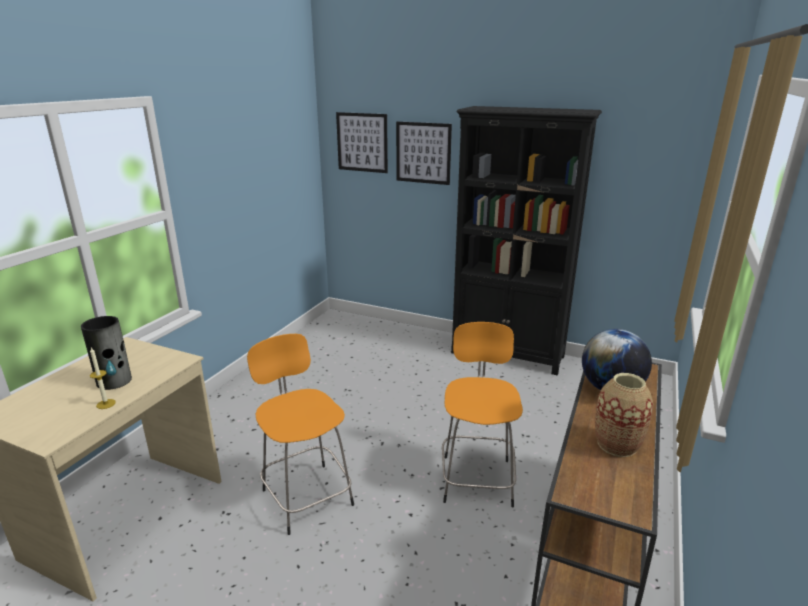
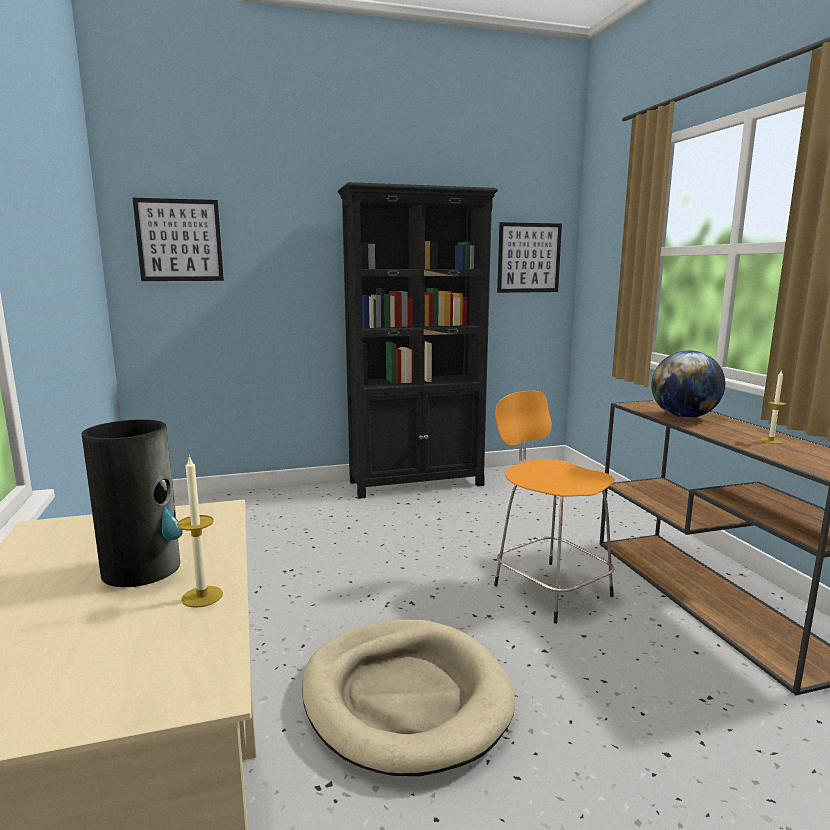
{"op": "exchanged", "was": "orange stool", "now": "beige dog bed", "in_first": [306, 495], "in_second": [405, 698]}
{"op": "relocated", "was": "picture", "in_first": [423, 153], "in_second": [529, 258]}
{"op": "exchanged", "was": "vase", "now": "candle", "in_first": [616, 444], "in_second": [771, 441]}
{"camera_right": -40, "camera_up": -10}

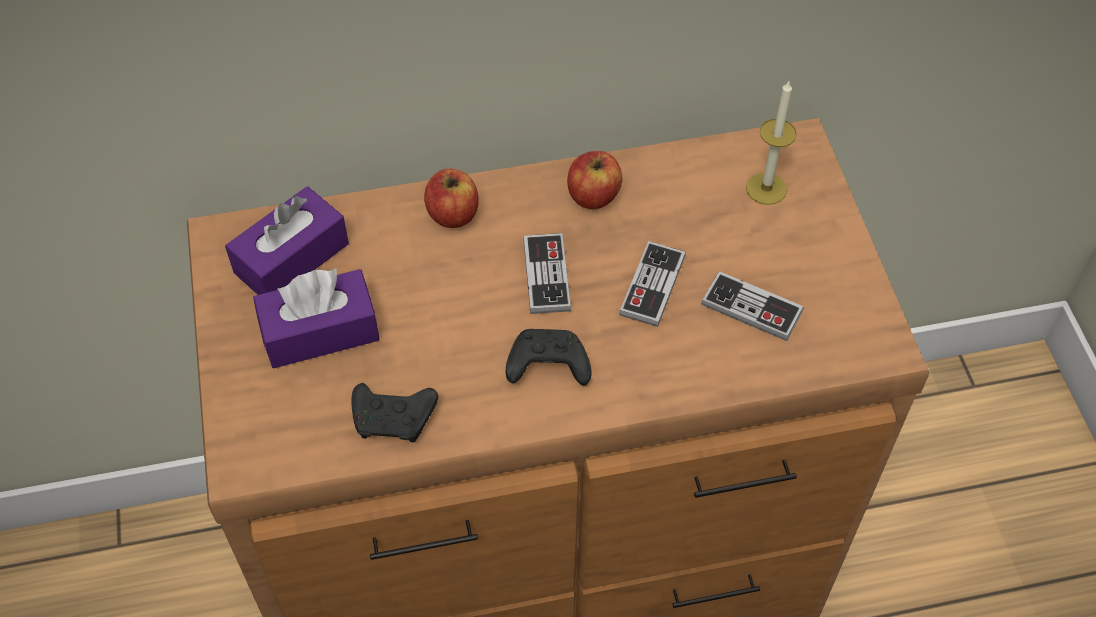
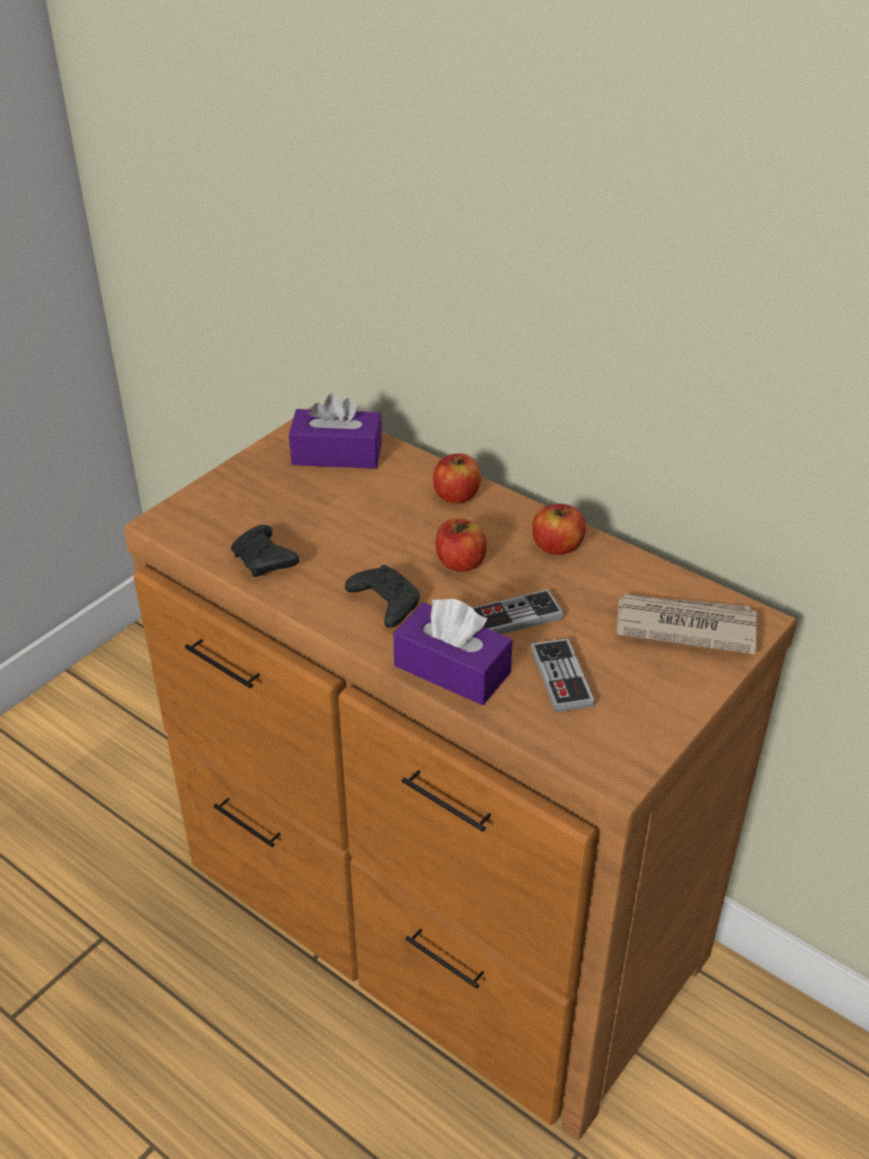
{"op": "relocated", "was": "purple tissue box", "in_first": [320, 331], "in_second": [452, 669]}
{"op": "exchanged", "was": "game controller", "now": "apple", "in_first": [546, 275], "in_second": [460, 562]}
{"op": "exchanged", "was": "candle", "now": "newspaper", "in_first": [766, 188], "in_second": [684, 626]}
{"camera_right": 50, "camera_up": -15}

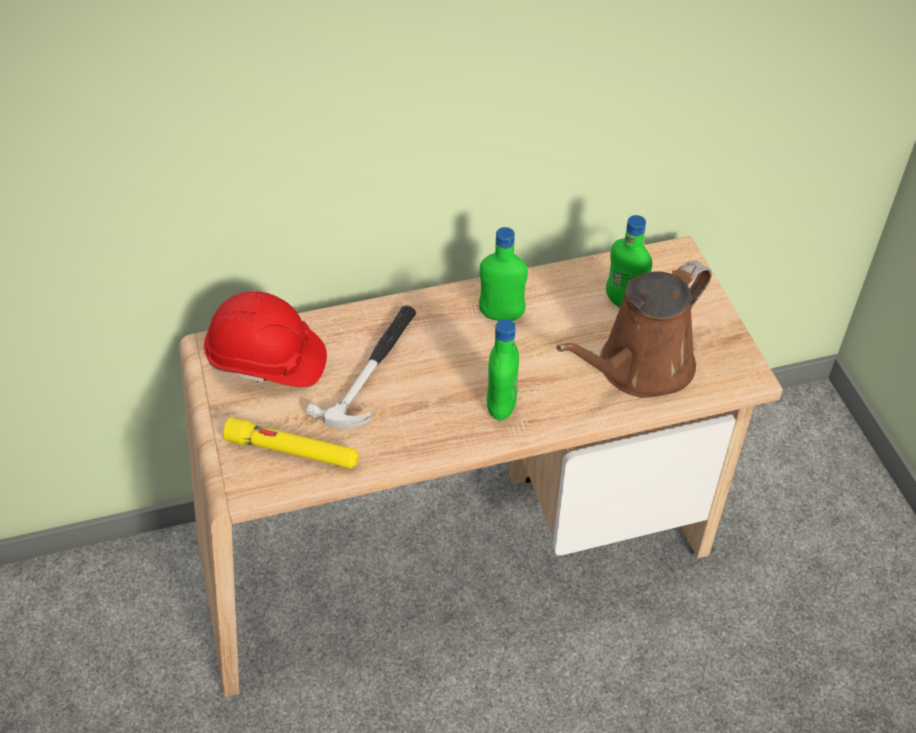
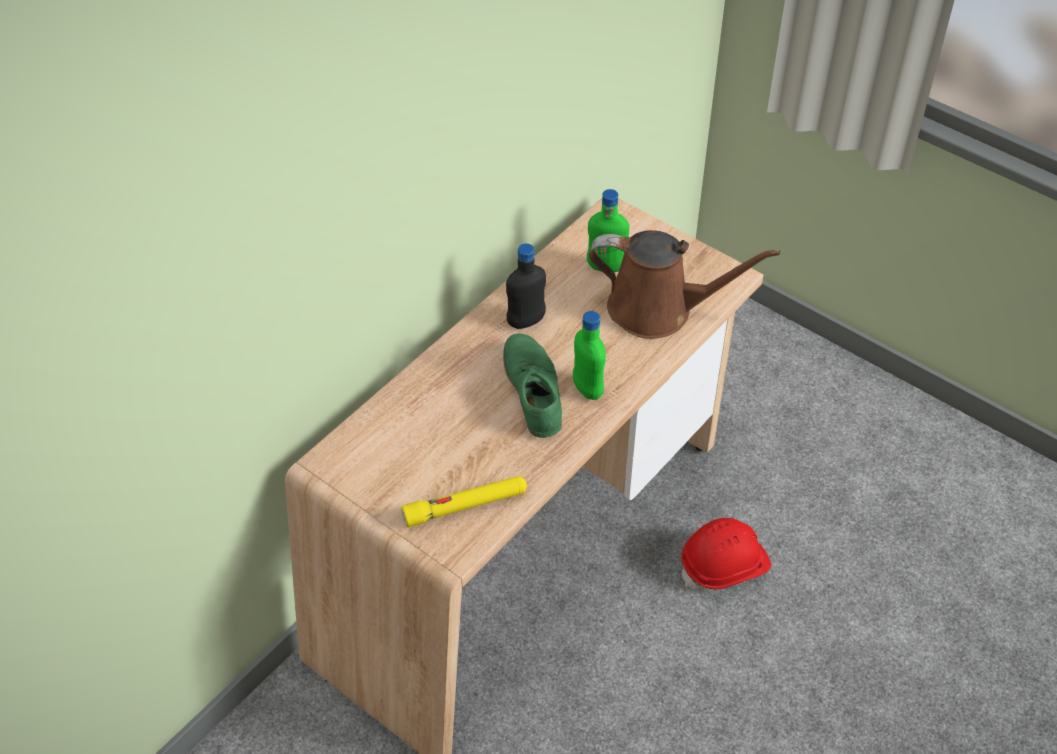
{"op": "relocated", "was": "red hard hat", "in_first": [267, 361], "in_second": [724, 566]}
{"op": "missing", "was": "hammer", "in_first": [373, 369]}
{"op": "colour", "was": "green bottle", "now": "black bottle", "in_first": [501, 315], "in_second": [526, 322]}
{"op": "spun", "was": "brown watering can", "in_first": [639, 369], "in_second": [658, 310], "clockwise": -90}
{"op": "appeared", "now": "green shoe", "in_second": [533, 391]}
{"camera_right": -35, "camera_up": 0}

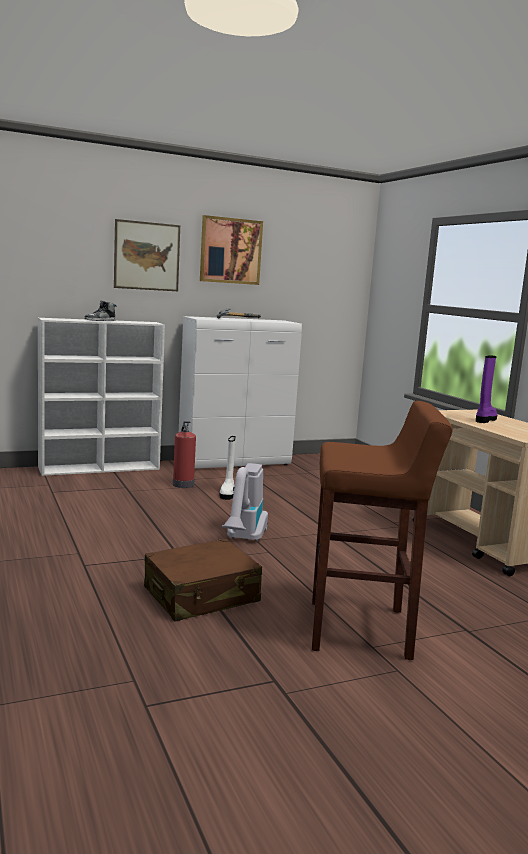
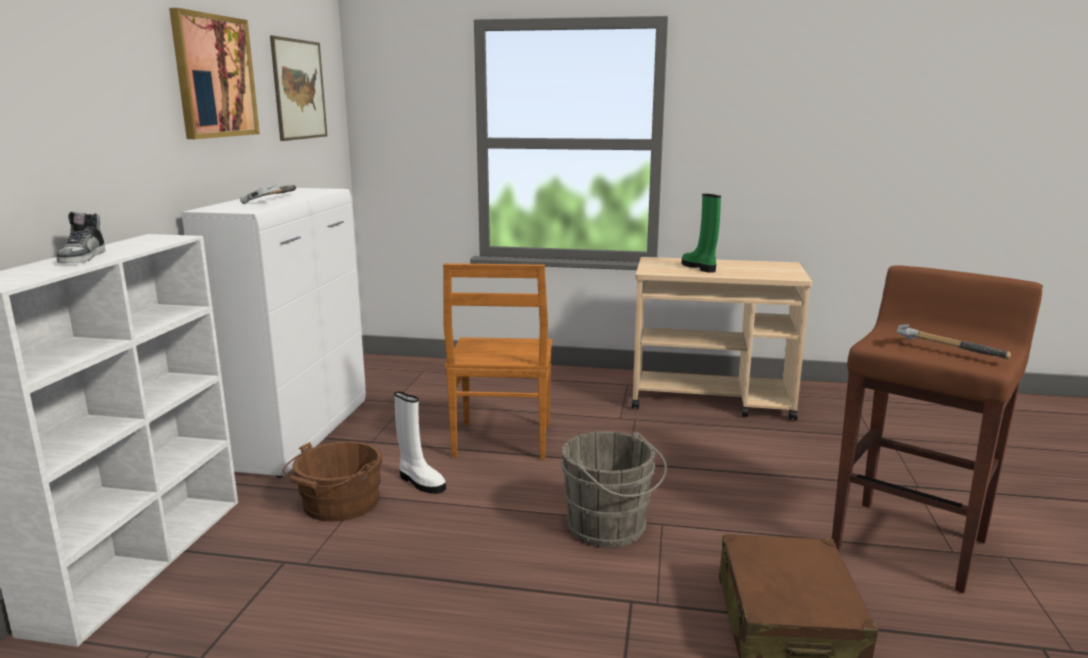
{"op": "relocated", "was": "picture", "in_first": [147, 256], "in_second": [299, 89]}
{"op": "exchanged", "was": "fire extinguisher", "now": "brown bucket", "in_first": [183, 484], "in_second": [338, 504]}
{"op": "exchanged", "was": "vacuum cleaner", "now": "grey bucket", "in_first": [244, 540], "in_second": [610, 528]}
{"op": "colour", "was": "purple boot", "now": "green boot", "in_first": [485, 420], "in_second": [699, 267]}
{"op": "appeared", "now": "brown chair", "in_second": [502, 442]}
{"op": "appeared", "now": "hammer", "in_second": [945, 351]}
{"camera_right": -55, "camera_up": 5}

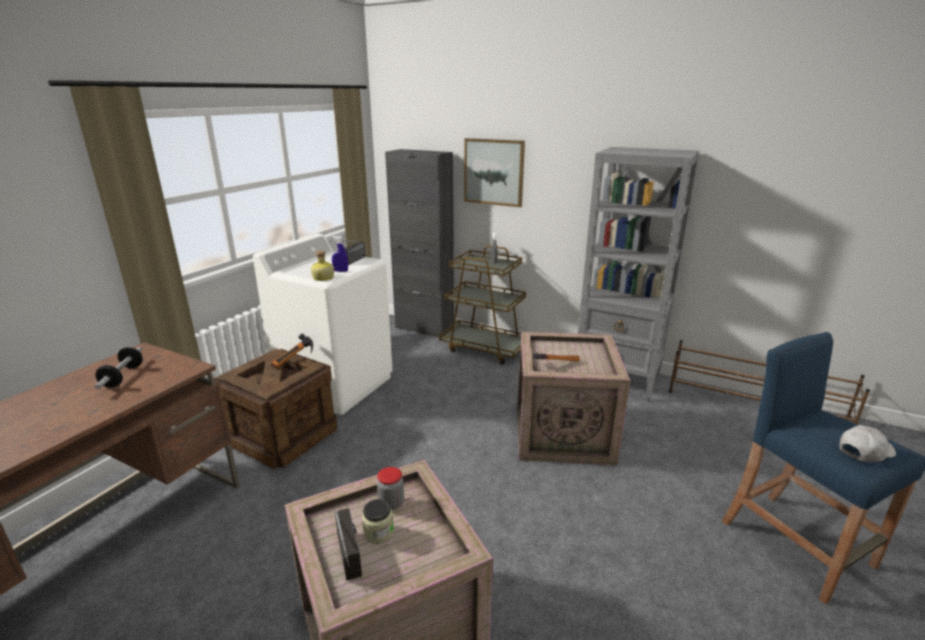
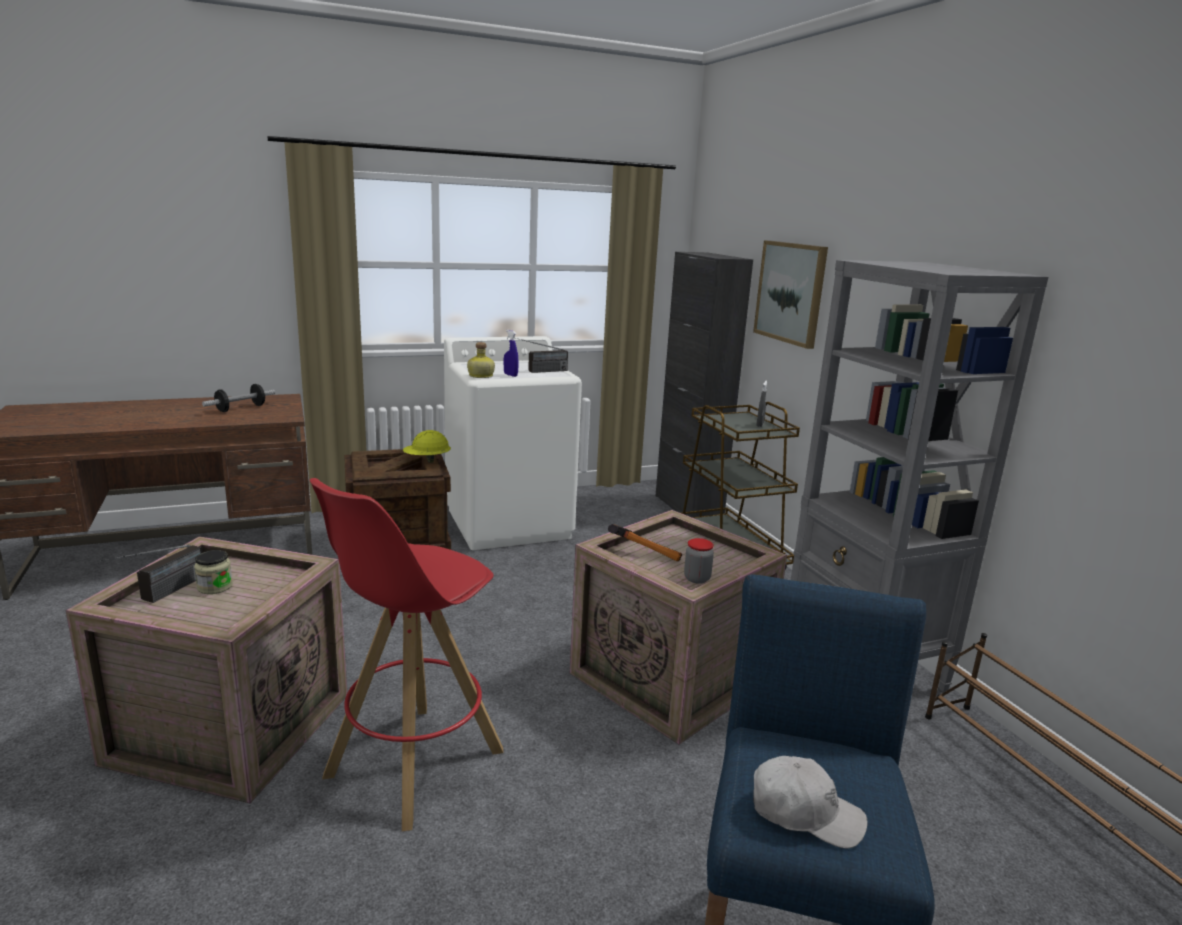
{"op": "exchanged", "was": "hammer", "now": "yellow hard hat", "in_first": [295, 360], "in_second": [427, 461]}
{"op": "relocated", "was": "jar", "in_first": [391, 503], "in_second": [697, 578]}
{"op": "appeared", "now": "red stool", "in_second": [413, 764]}
{"camera_right": 40, "camera_up": -5}

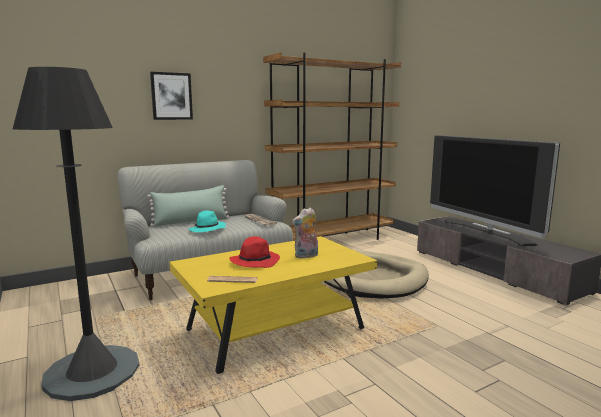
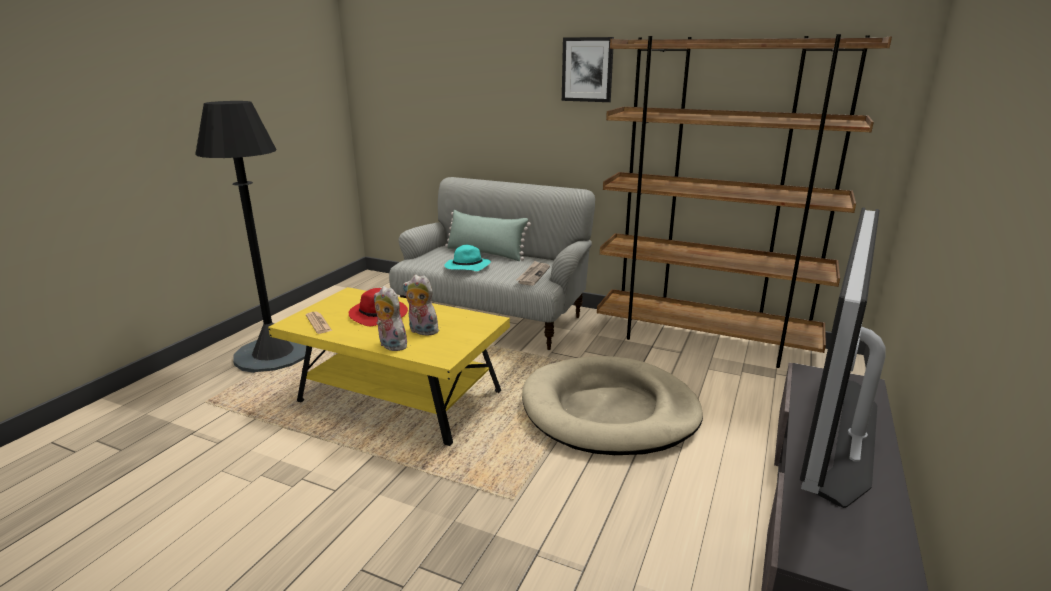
{"op": "relocated", "was": "picture", "in_first": [171, 96], "in_second": [587, 69]}
{"op": "appeared", "now": "plush toy", "in_second": [390, 345]}
{"camera_right": 55, "camera_up": 10}

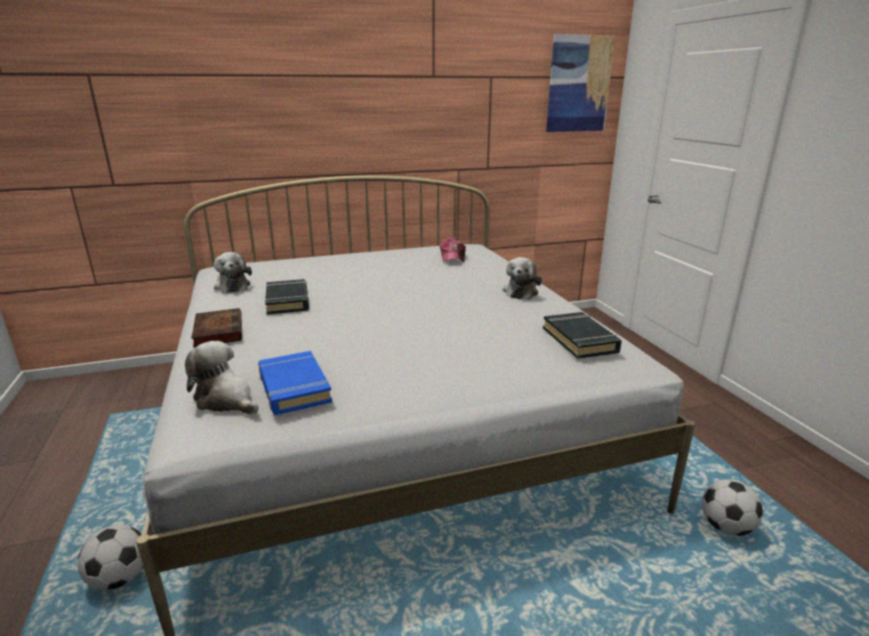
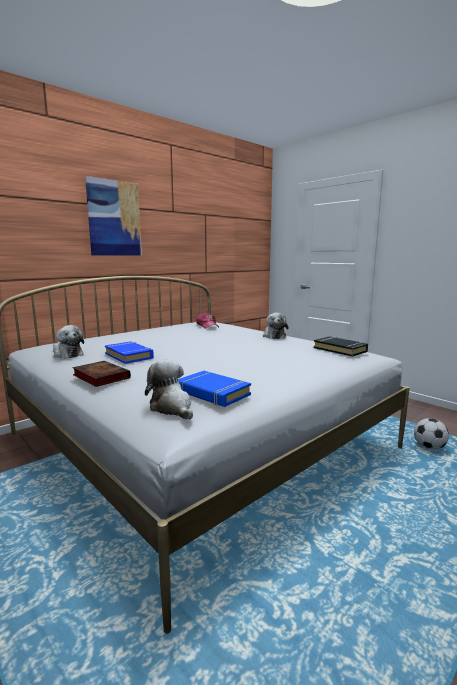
{"op": "missing", "was": "football", "in_first": [120, 578]}
{"op": "spun", "was": "plush toy", "in_first": [226, 400], "in_second": [172, 408], "clockwise": 45}
{"op": "colour", "was": "black book", "now": "blue book", "in_first": [288, 301], "in_second": [129, 356]}
{"op": "relocated", "was": "picture", "in_first": [579, 84], "in_second": [114, 218]}
{"camera_right": -25, "camera_up": -10}

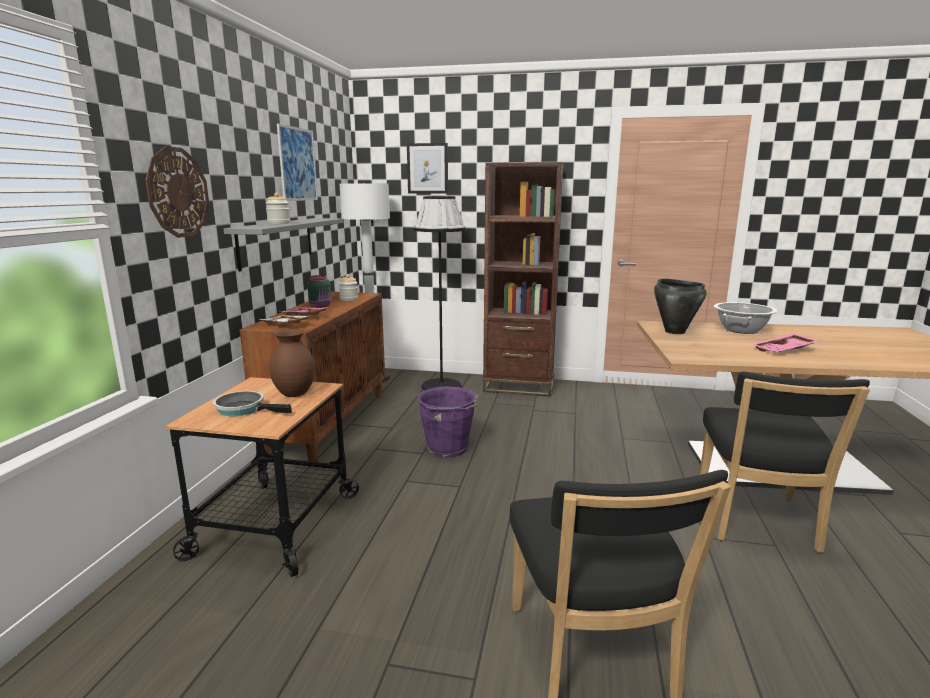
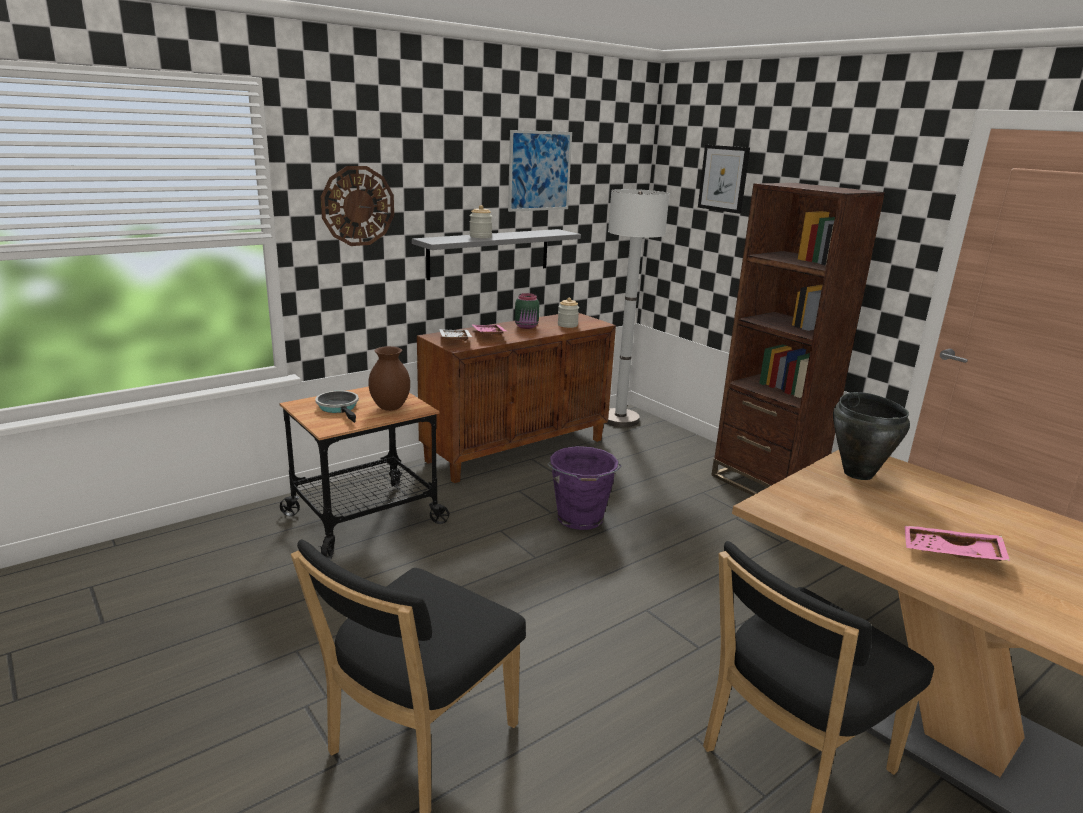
{"op": "missing", "was": "black floor lamp", "in_first": [441, 386]}
{"op": "missing", "was": "cooking pot", "in_first": [741, 330]}
{"camera_right": 40, "camera_up": 5}

